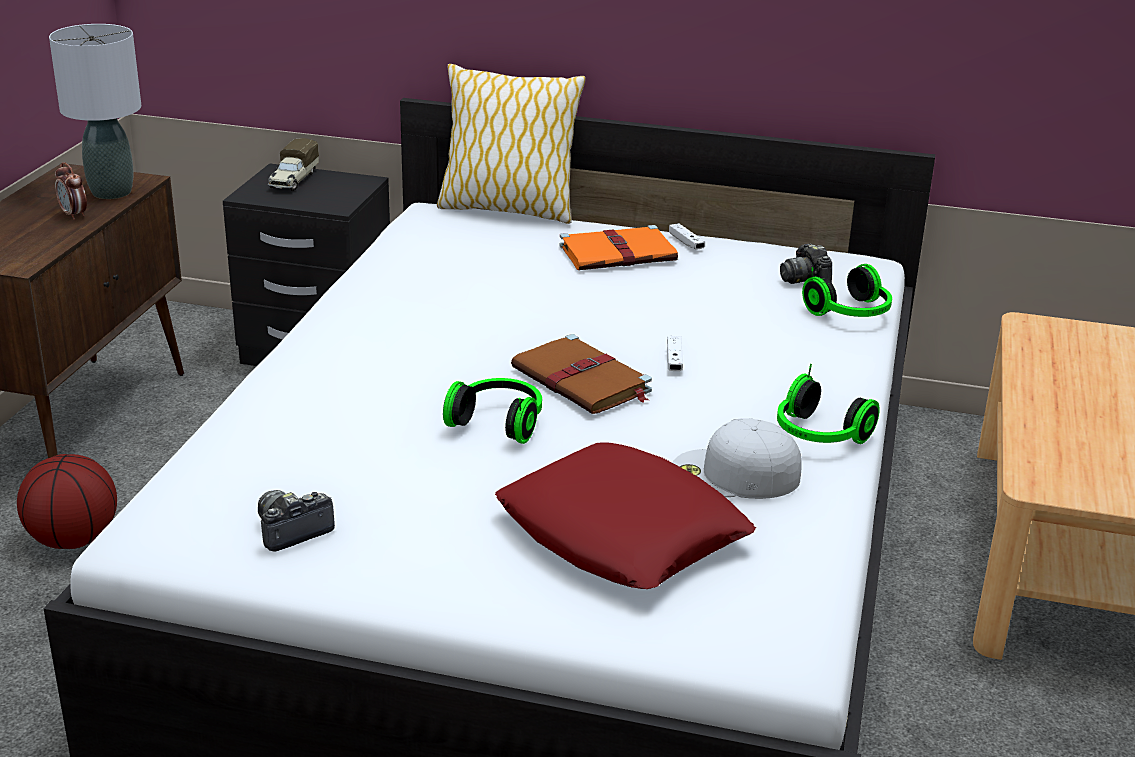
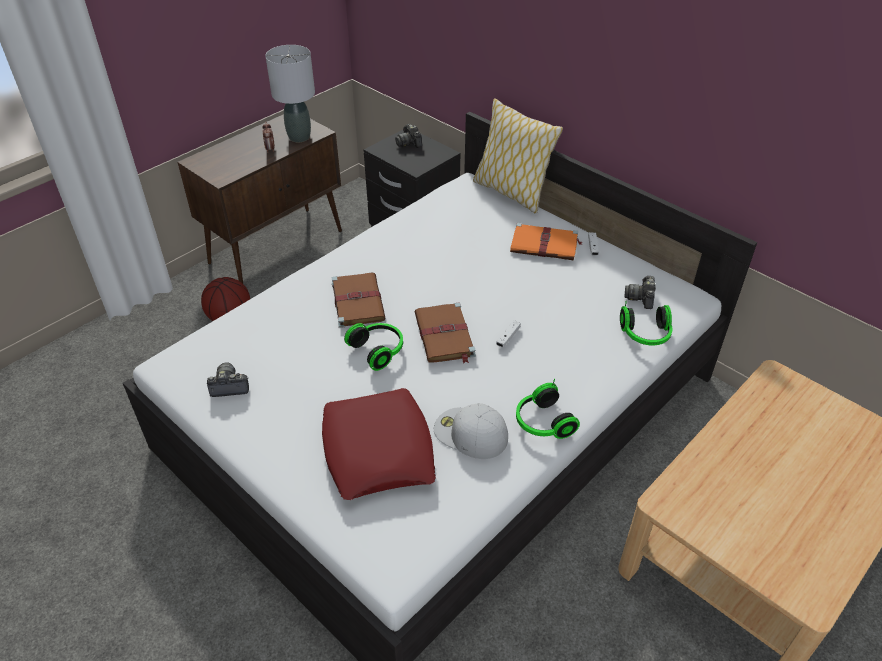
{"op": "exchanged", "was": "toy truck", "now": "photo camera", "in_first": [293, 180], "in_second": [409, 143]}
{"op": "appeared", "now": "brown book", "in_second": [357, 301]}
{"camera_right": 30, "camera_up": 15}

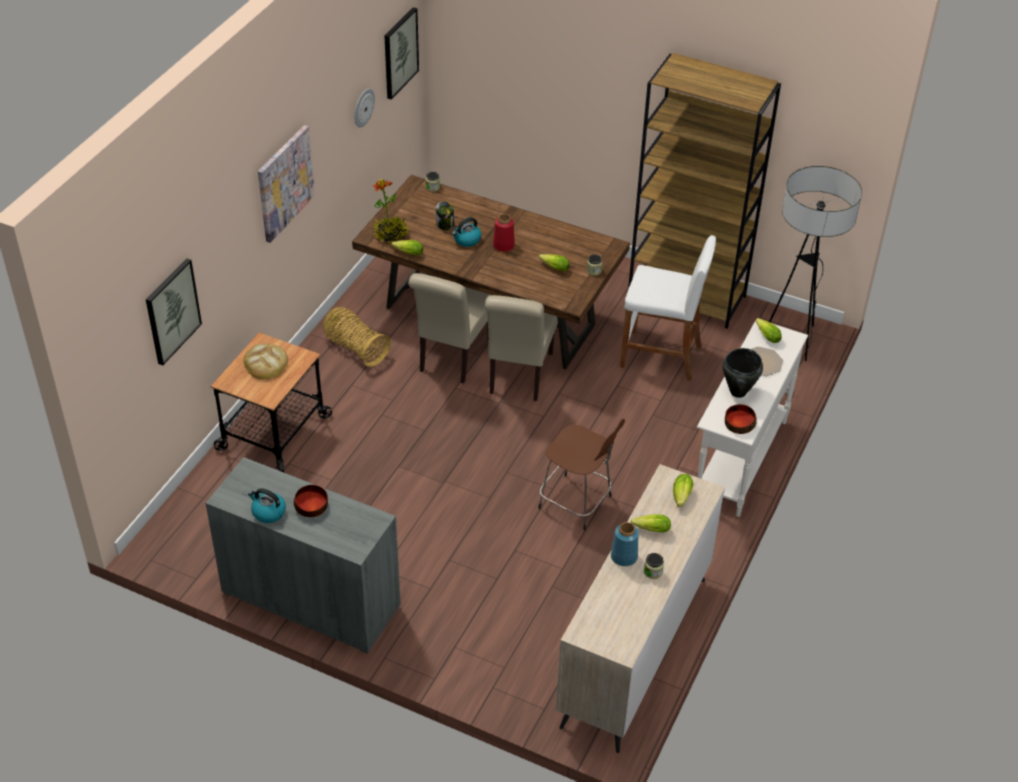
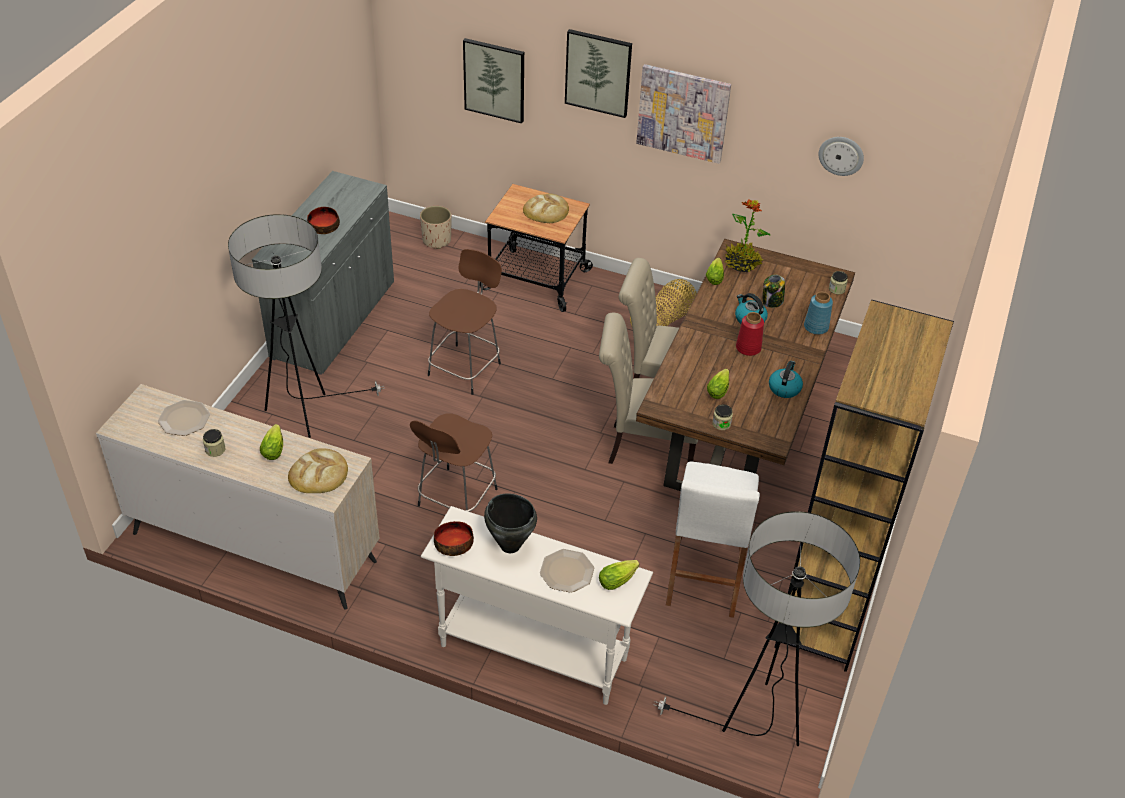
{"op": "relocated", "was": "kettle", "in_first": [268, 512], "in_second": [784, 388]}
{"op": "relocated", "was": "picture", "in_first": [400, 52], "in_second": [598, 72]}
{"op": "relocated", "was": "blue vase", "in_first": [624, 557], "in_second": [815, 327]}
{"op": "exchanged", "was": "lettuce", "now": "bread", "in_first": [681, 497], "in_second": [319, 474]}
{"op": "appeared", "now": "plate", "in_second": [185, 419]}
{"op": "appeared", "now": "floor lamp", "in_second": [304, 416]}
{"op": "appeared", "now": "beige planter", "in_second": [436, 240]}
{"op": "appeared", "now": "brown stool", "in_second": [466, 367]}
{"camera_right": 85, "camera_up": 0}

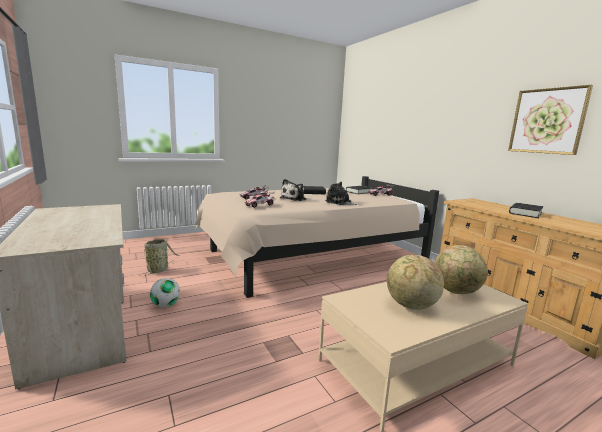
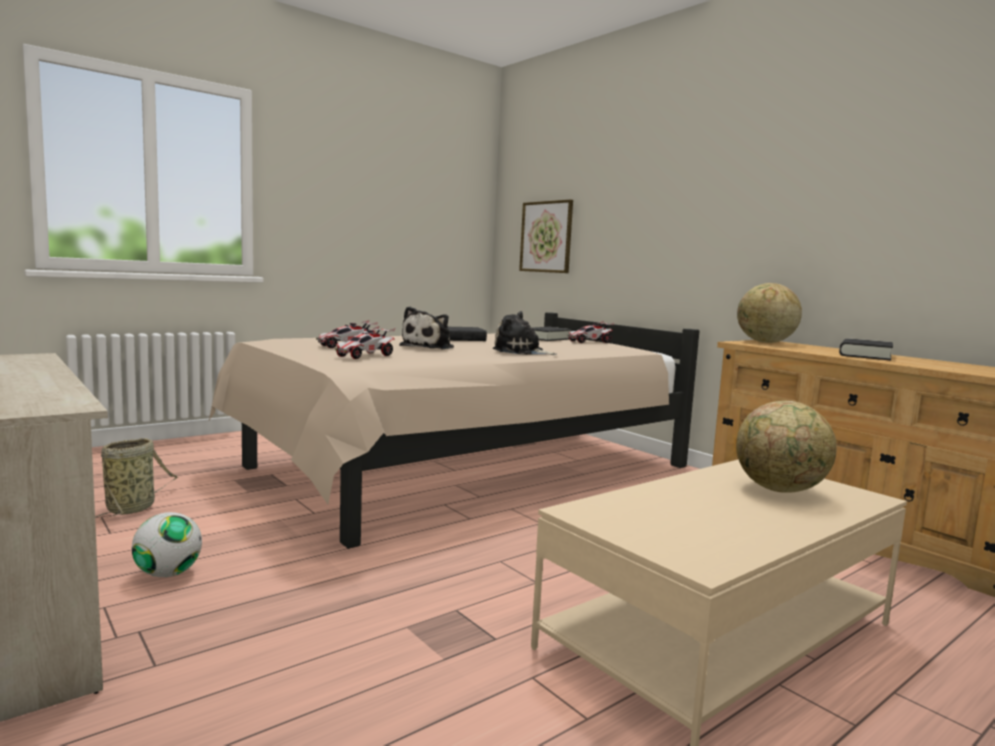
{"op": "relocated", "was": "globe", "in_first": [410, 306], "in_second": [765, 342]}
{"op": "relocated", "was": "picture", "in_first": [547, 121], "in_second": [546, 237]}
{"camera_right": -10, "camera_up": -5}

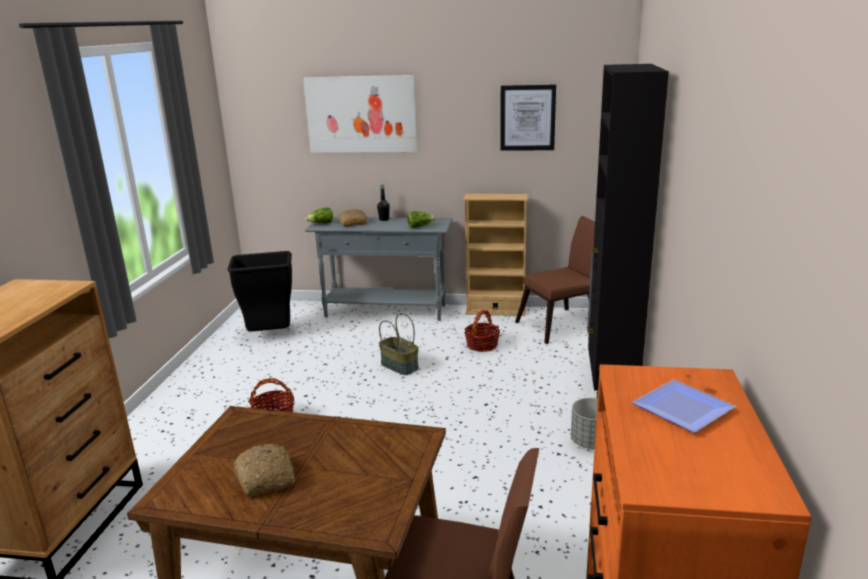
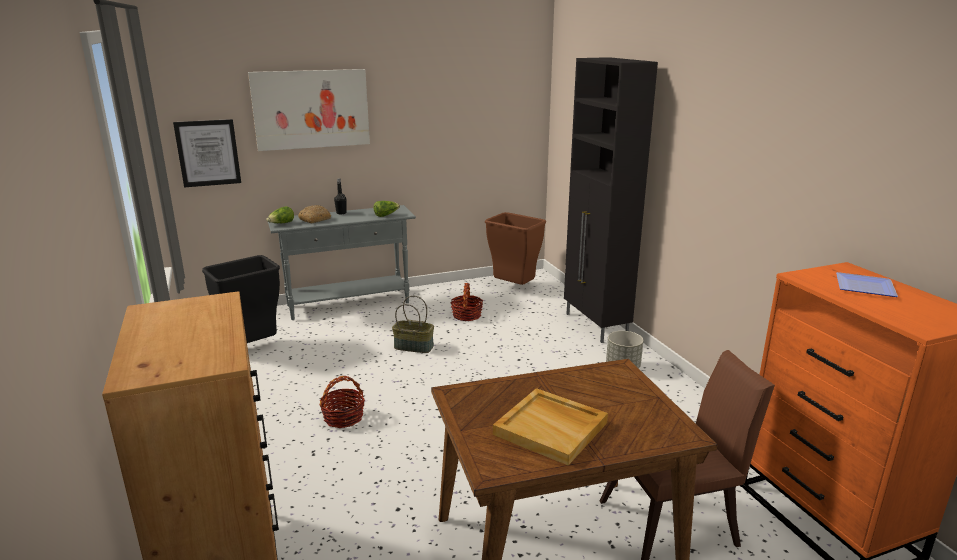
{"op": "exchanged", "was": "bread", "now": "beige tray", "in_first": [266, 478], "in_second": [551, 428]}
{"op": "missing", "was": "beige bookcase", "in_first": [495, 311]}
{"op": "relocated", "was": "picture", "in_first": [527, 118], "in_second": [208, 153]}
{"op": "exchanged", "was": "brown chair", "now": "brown trash can", "in_first": [562, 325], "in_second": [514, 288]}
{"camera_right": -30, "camera_up": 0}

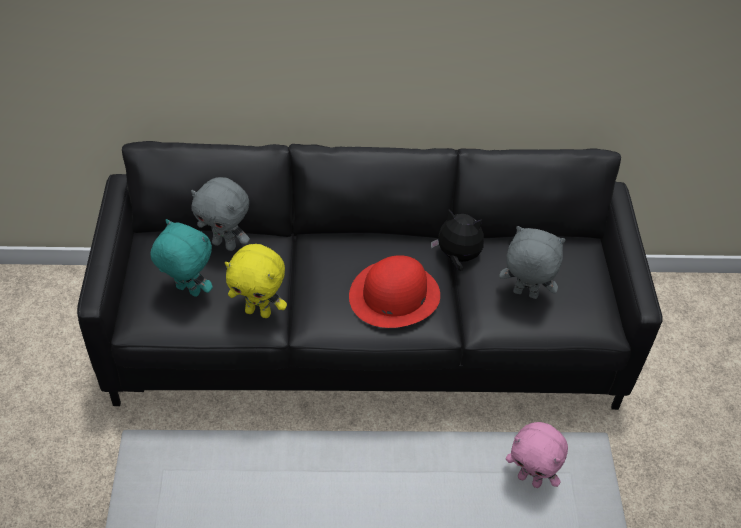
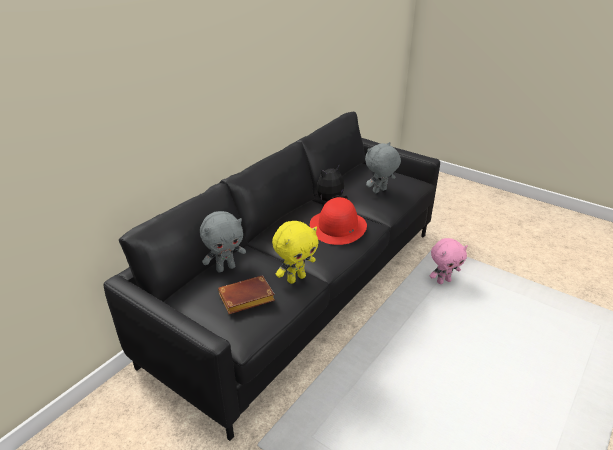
{"op": "exchanged", "was": "turquoise plush toy", "now": "brown book", "in_first": [187, 291], "in_second": [245, 299]}
{"camera_right": -50, "camera_up": -15}

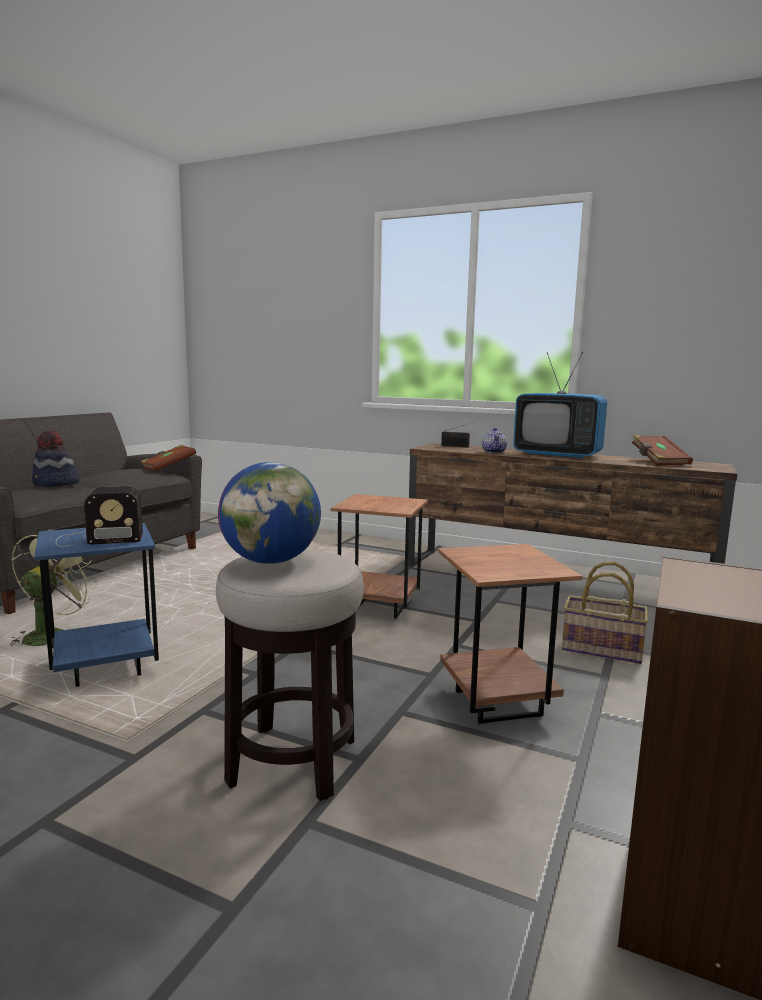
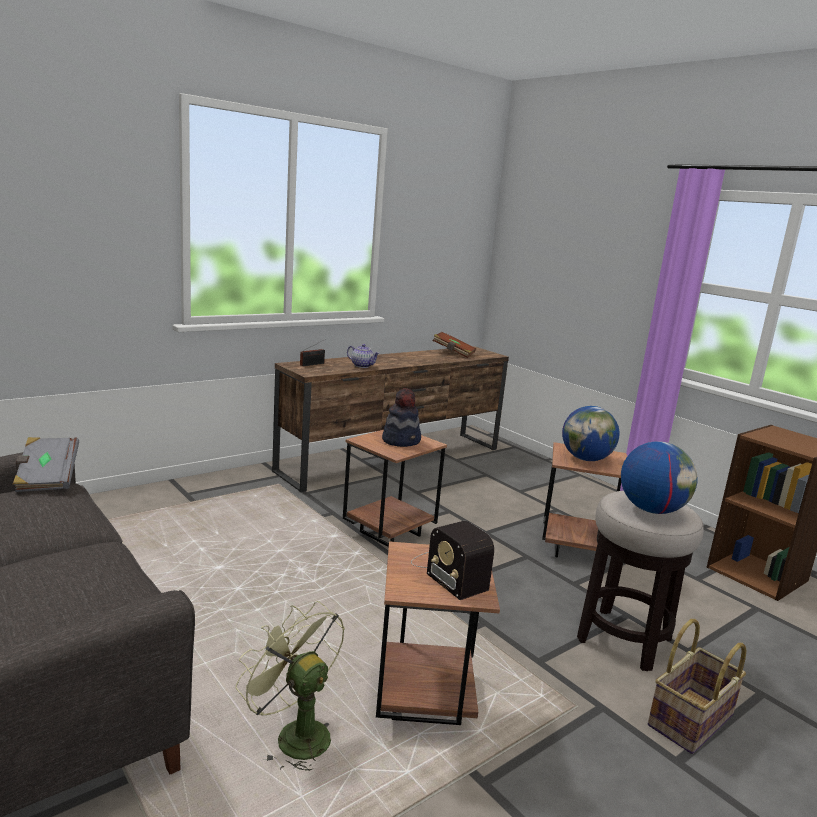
{"op": "relocated", "was": "hat", "in_first": [55, 484], "in_second": [401, 440]}
{"op": "colour", "was": "blue side table", "now": "brown side table", "in_first": [105, 668], "in_second": [423, 702]}
{"op": "spun", "was": "radio", "in_first": [96, 539], "in_second": [448, 571], "clockwise": 135}
{"op": "colour", "was": "brown book", "now": "grey book", "in_first": [168, 467], "in_second": [47, 478]}
{"op": "missing", "was": "television", "in_first": [557, 455]}
{"op": "relocated", "was": "basket", "in_first": [601, 650], "in_second": [691, 721]}
{"op": "appeared", "now": "globe", "in_second": [586, 459]}
{"camera_right": -65, "camera_up": 5}

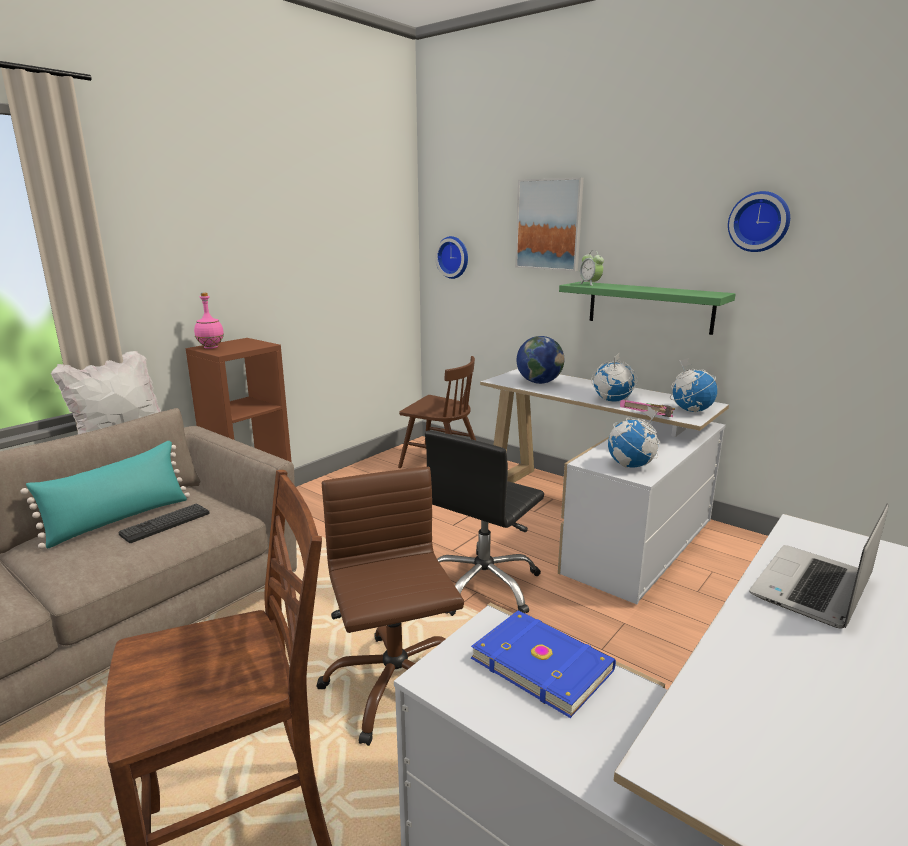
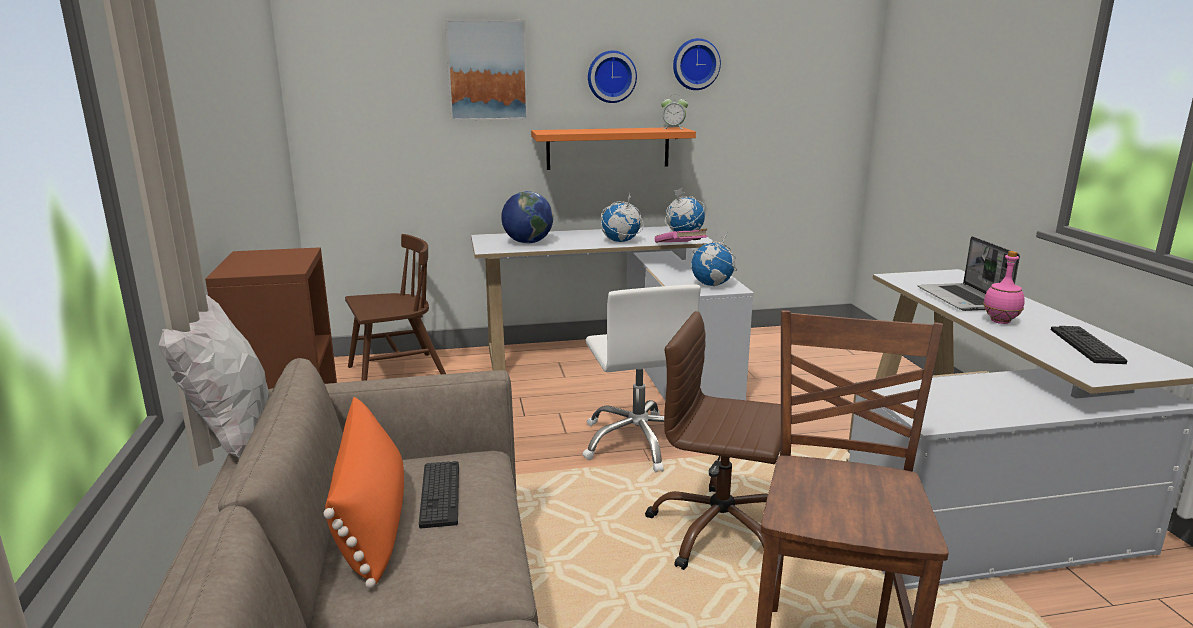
{"op": "colour", "was": "turquoise pillow", "now": "orange pillow", "in_first": [119, 520], "in_second": [372, 521]}
{"op": "relocated", "was": "pink bottle", "in_first": [210, 348], "in_second": [1000, 322]}
{"op": "colour", "was": "black office chair", "now": "white office chair", "in_first": [483, 585], "in_second": [638, 442]}
{"op": "relocated", "was": "wall clock", "in_first": [454, 257], "in_second": [611, 76]}
{"op": "missing", "was": "blue book", "in_first": [542, 663]}
{"op": "colour", "was": "green shelf", "now": "orange shelf", "in_first": [649, 307], "in_second": [608, 148]}
{"op": "relocated", "was": "alarm clock", "in_first": [590, 284], "in_second": [673, 128]}
{"op": "appeared", "now": "keyboard", "in_second": [1086, 345]}
{"camera_right": -50, "camera_up": 0}

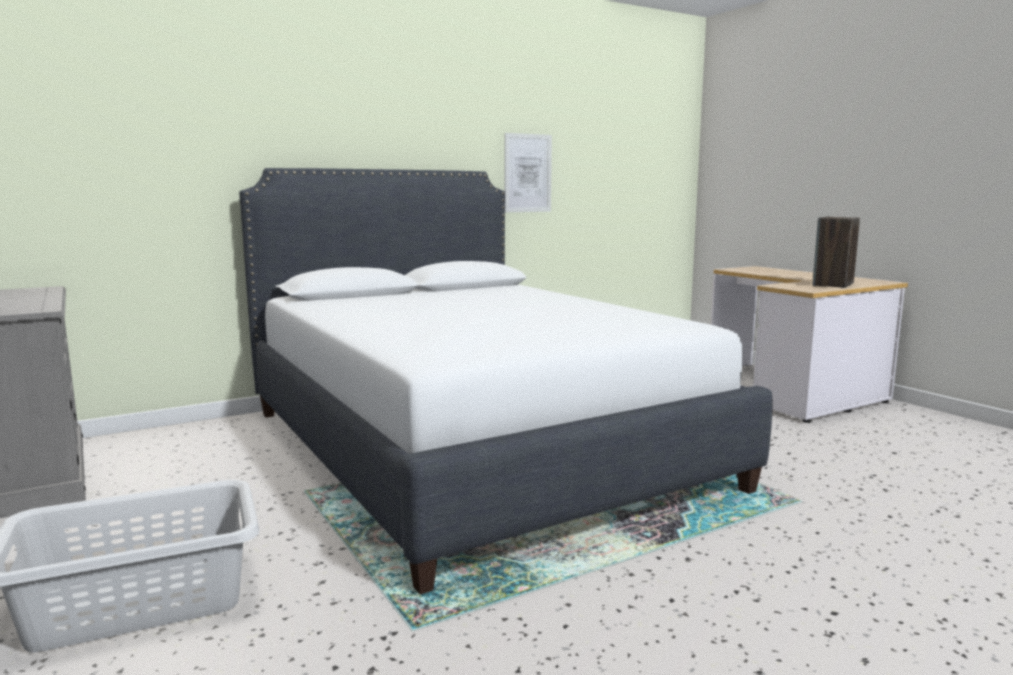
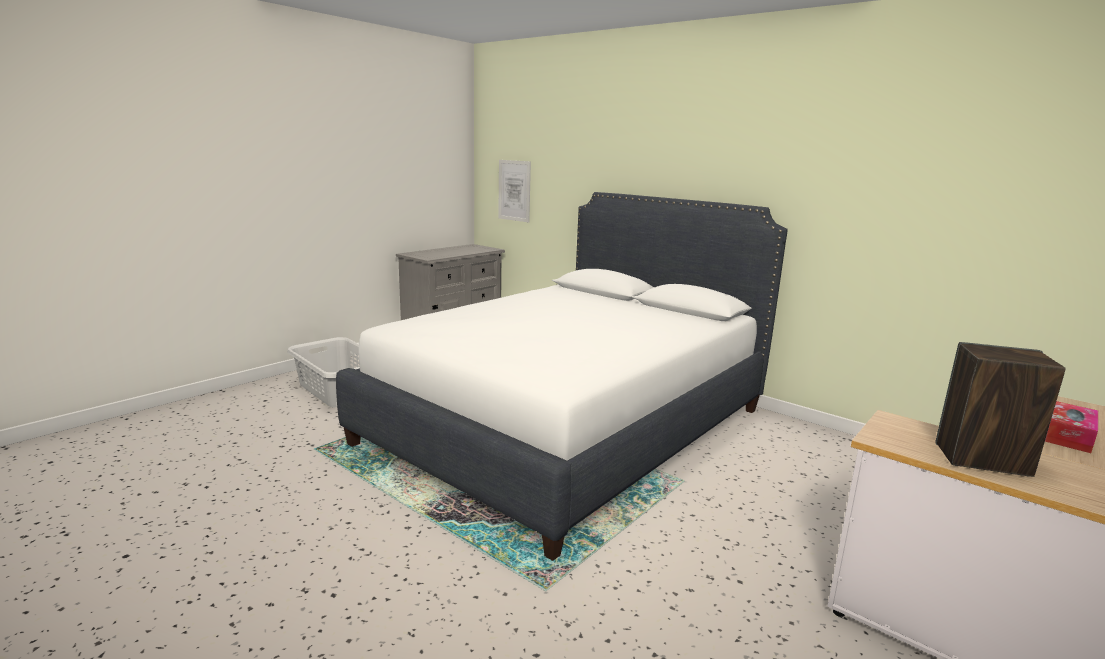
{"op": "relocated", "was": "picture", "in_first": [527, 173], "in_second": [514, 190]}
{"op": "appeared", "now": "tissue box", "in_second": [1068, 436]}
{"camera_right": 70, "camera_up": 5}

